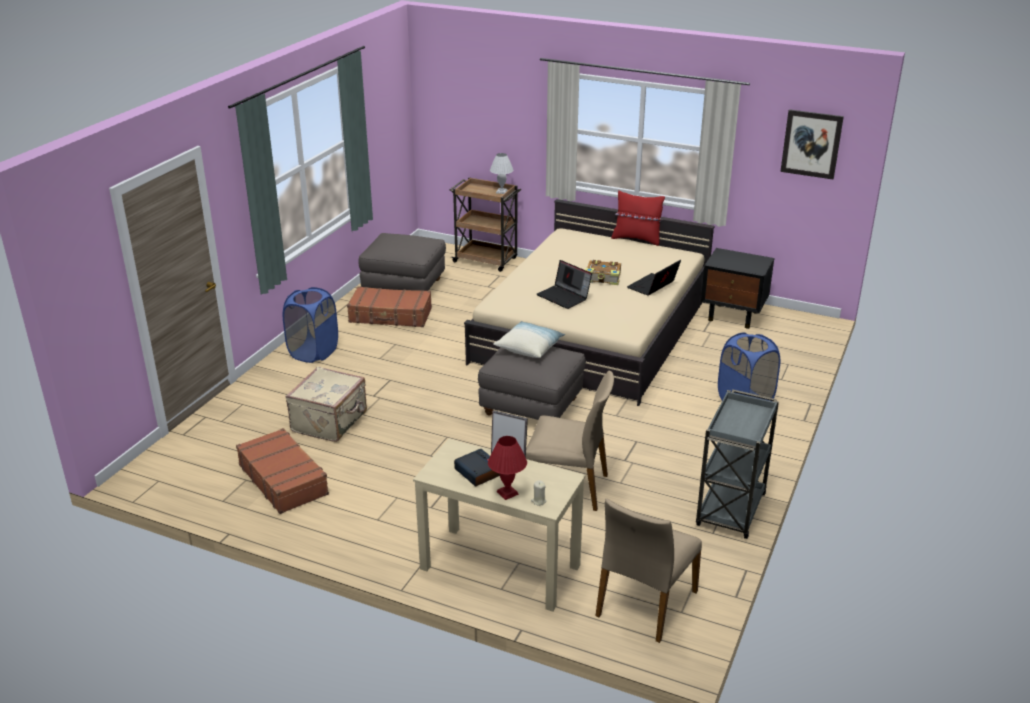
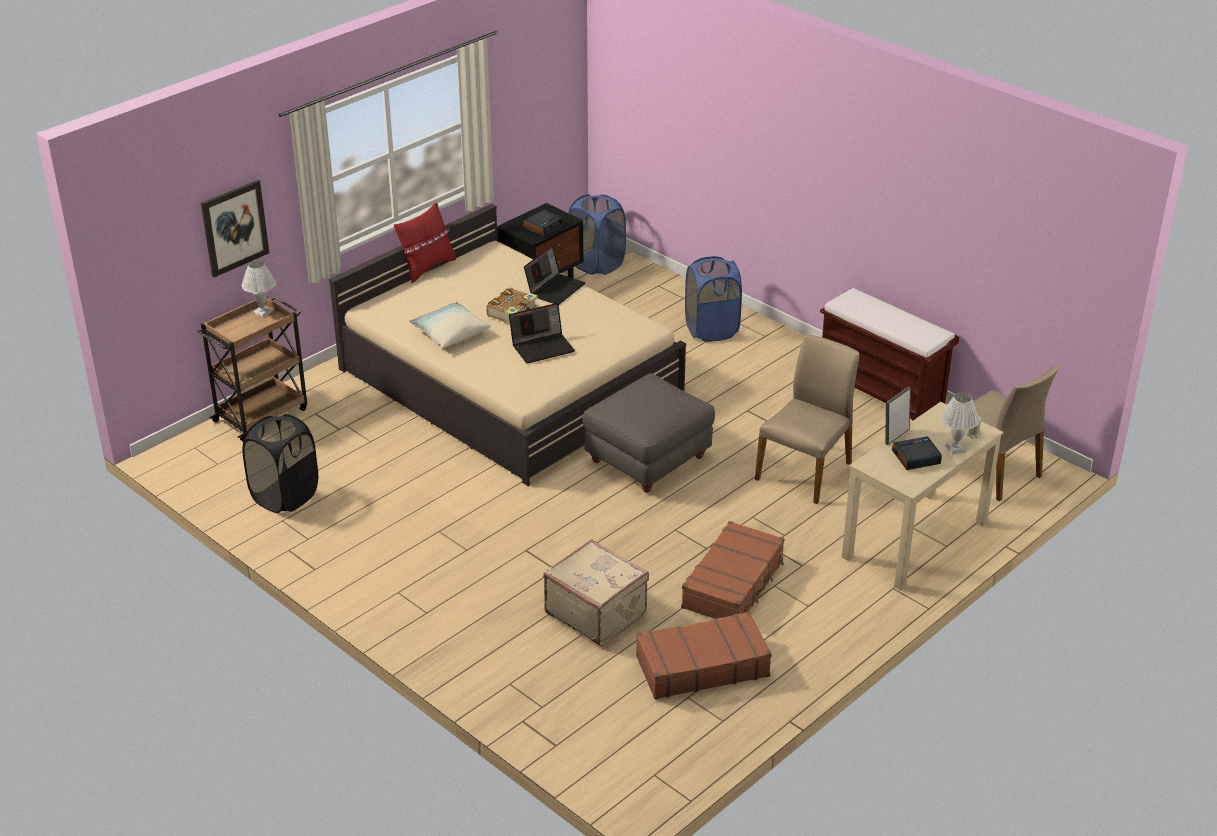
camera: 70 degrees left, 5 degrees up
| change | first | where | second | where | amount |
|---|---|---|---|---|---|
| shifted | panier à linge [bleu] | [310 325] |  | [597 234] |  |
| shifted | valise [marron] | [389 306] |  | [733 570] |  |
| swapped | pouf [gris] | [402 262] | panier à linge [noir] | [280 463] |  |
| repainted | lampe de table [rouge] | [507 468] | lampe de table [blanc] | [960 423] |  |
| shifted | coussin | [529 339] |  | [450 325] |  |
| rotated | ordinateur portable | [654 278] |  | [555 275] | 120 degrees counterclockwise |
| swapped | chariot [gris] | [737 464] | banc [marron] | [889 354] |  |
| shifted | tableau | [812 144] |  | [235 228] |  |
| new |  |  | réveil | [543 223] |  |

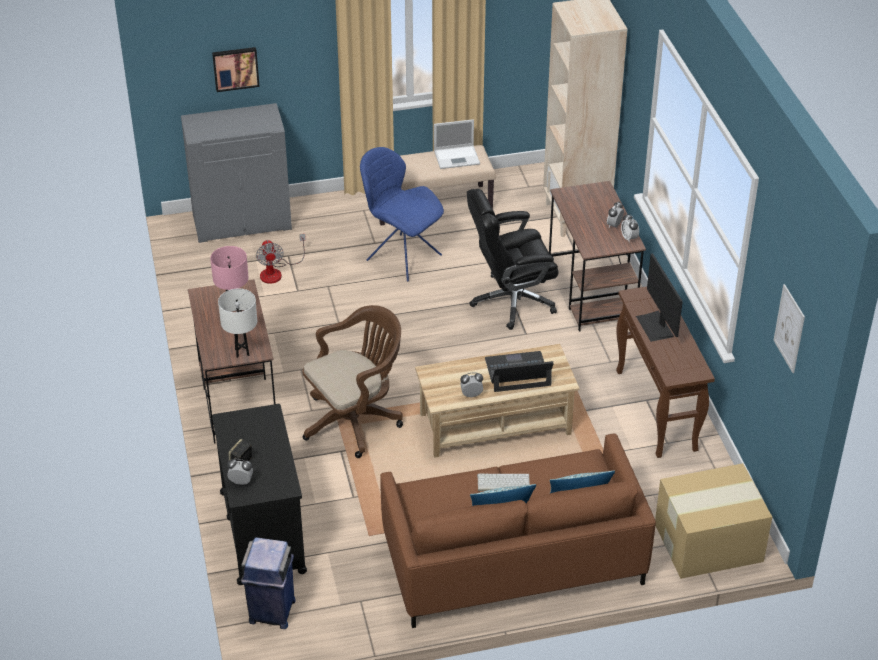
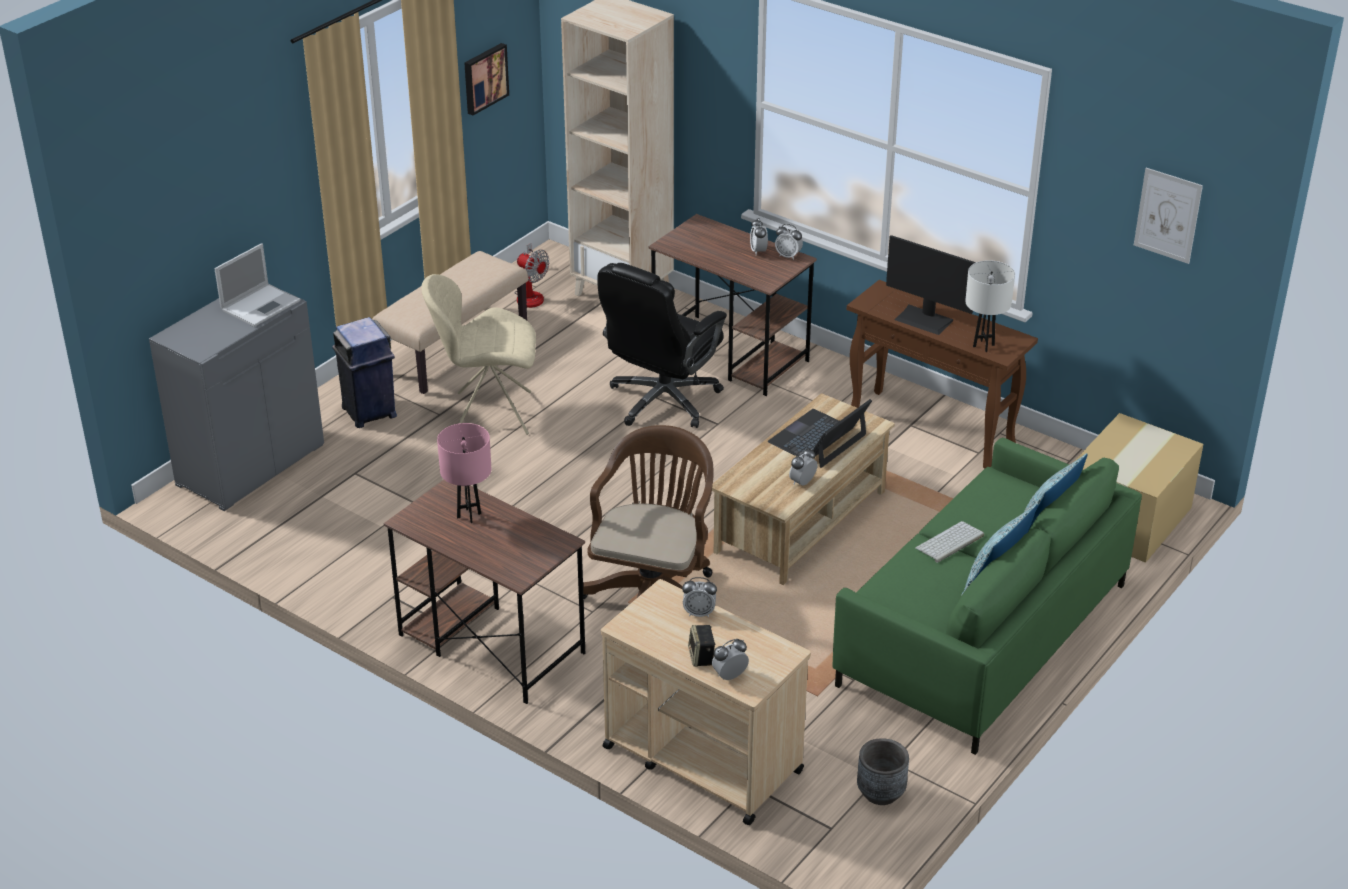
camera: 40 degrees left, 5 degrees down
| change | first | where | second | where | amount |
|---|---|---|---|---|---|
| shifted | tableau | [236 69] |  | [486 79] |  |
| repainted | chariot [noir] | [259 494] | chariot [beige] | [706 702] |  |
| shifted | lampe de table [blanc] | [237 323] |  | [990 306] |  |
| shifted | poubelle [bleu] | [268 583] |  | [364 372] |  |
| shifted | ventilateur | [281 259] |  | [531 275] |  |
| repainted | chaise [bleu] | [402 214] | chaise [beige] | [479 354] |  |
| repainted | canapé [marron] | [518 531] | canapé [vert] | [987 596] |  |
| shifted | ordinateur portable | [457 144] |  | [257 285] |  |
| new |  |  | réveil | [699 597] |  |
| new |  |  | cache-pot [gris] | [883 771] |  |

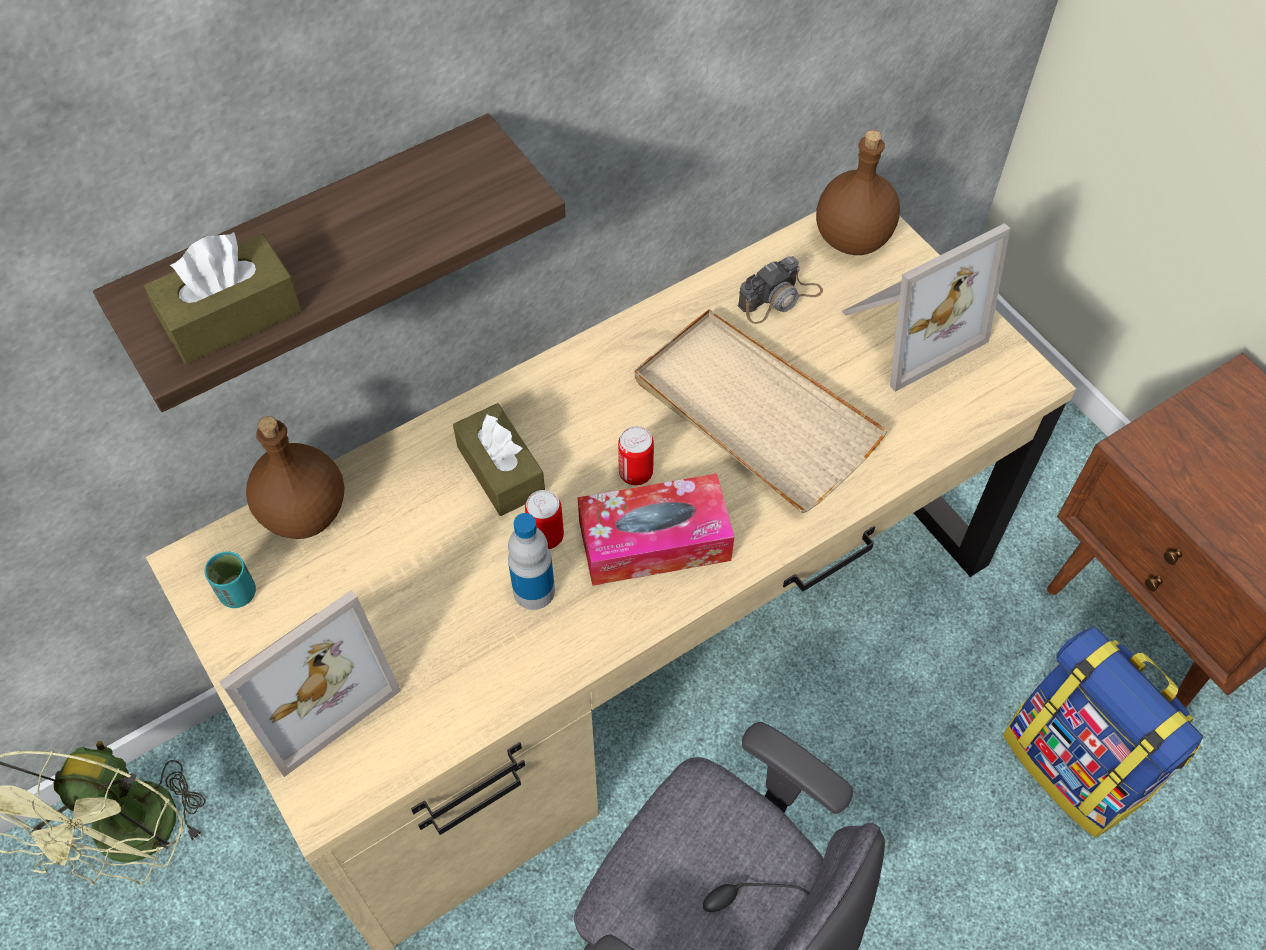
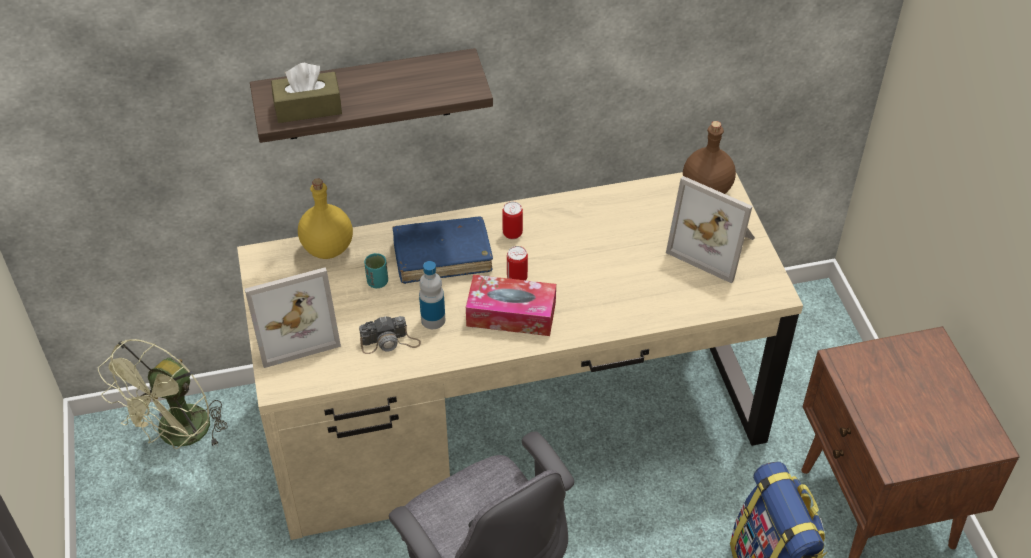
camera: 20 degrees right, 10 degrees down
| change | first | where | second | where | amount |
|---|---|---|---|---|---|
| shifted | tasse [turquoise] | [230 580] |  | [376 270] |  |
| repainted | bouteille [marron] | [295 477] | bouteille [jaune] | [325 219] |  |
| swapped | boîte à mouchoirs [marron] | [499 459] | livre [bleu] | [442 250] |  |
| shifted | boîte métallique | [544 519] |  | [512 220] |  |
| gone | plateau [beige] | [761 411] |  |  |  |
| shifted | appareil photo | [780 290] |  | [390 335] |  |
| rotated | cadre photo | [926 307] |  | [710 229] | 45 degrees clockwise |

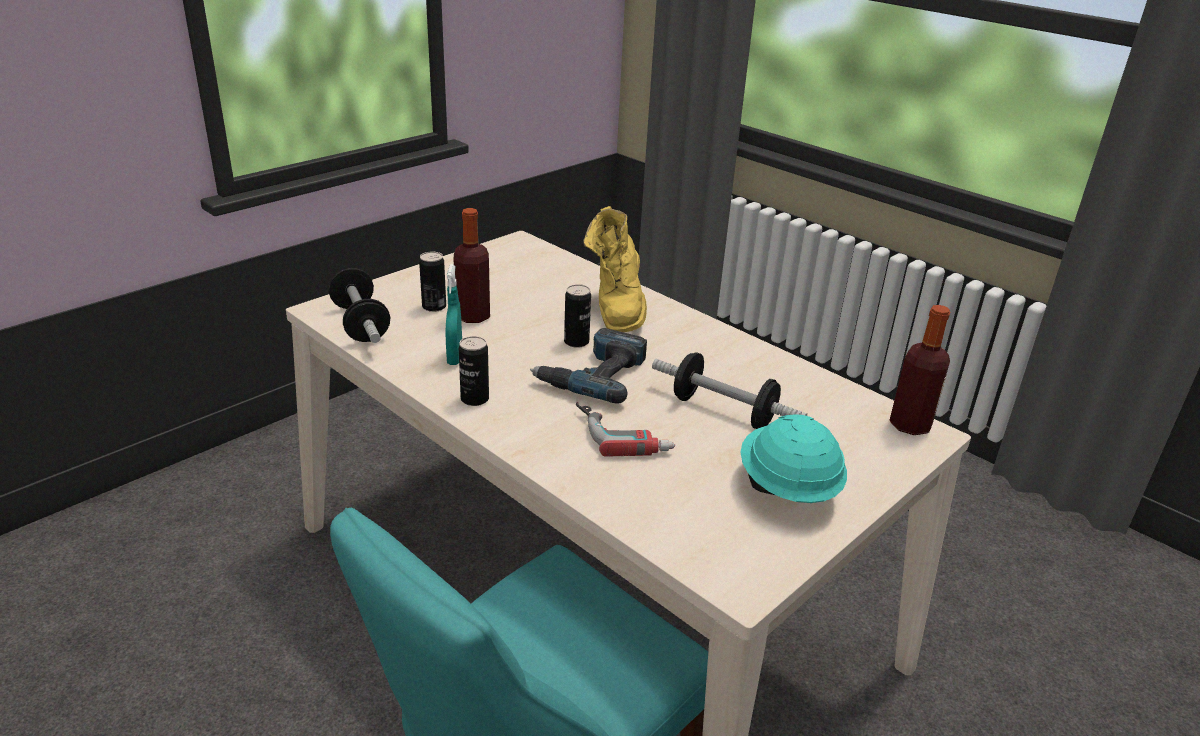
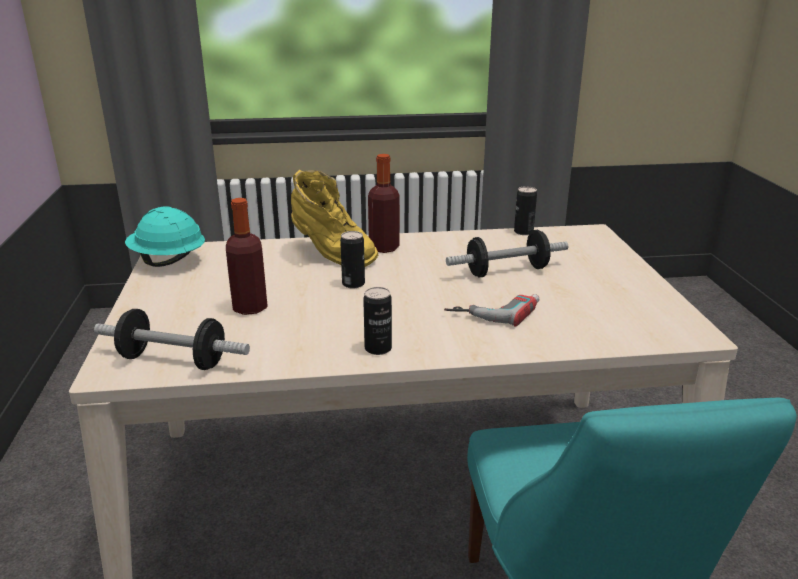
camera: 50 degrees left, 5 degrees down
| change | first | where | second | where | amount |
|---|---|---|---|---|---|
| shifted | boîte métallique | [432 282] |  | [525 210] |  |
| gone | vaporisateur [turquoise] | [453 314] |  |  |  |
| gone | perceuse | [588 366] |  |  |  |
| shifted | casque de chantier [turquoise] | [794 458] |  | [165 236] |  |
| shifted | bouteille | [920 370] |  | [384 203] |  |

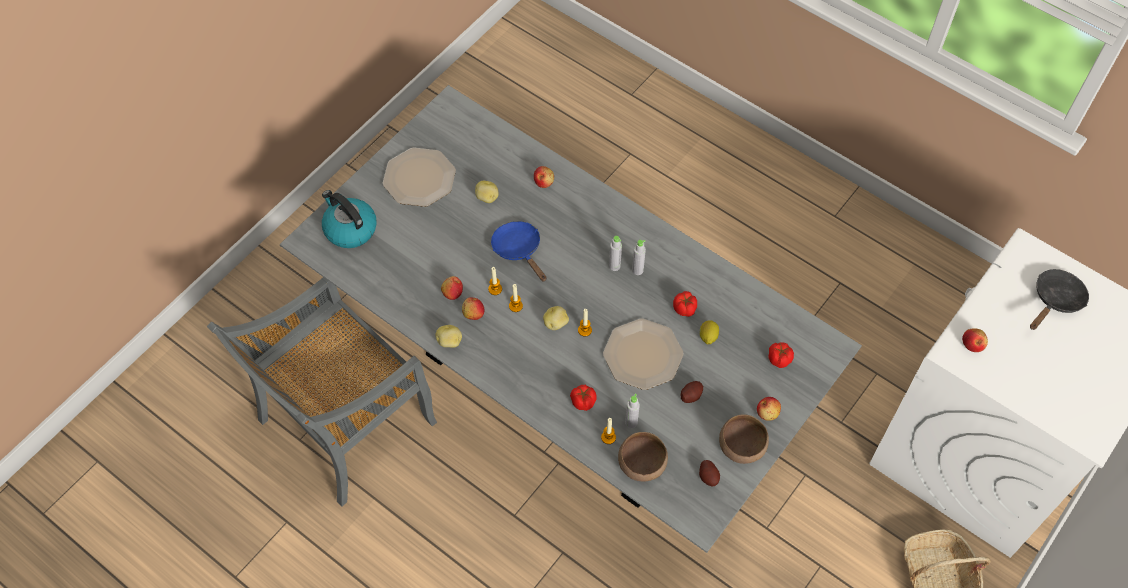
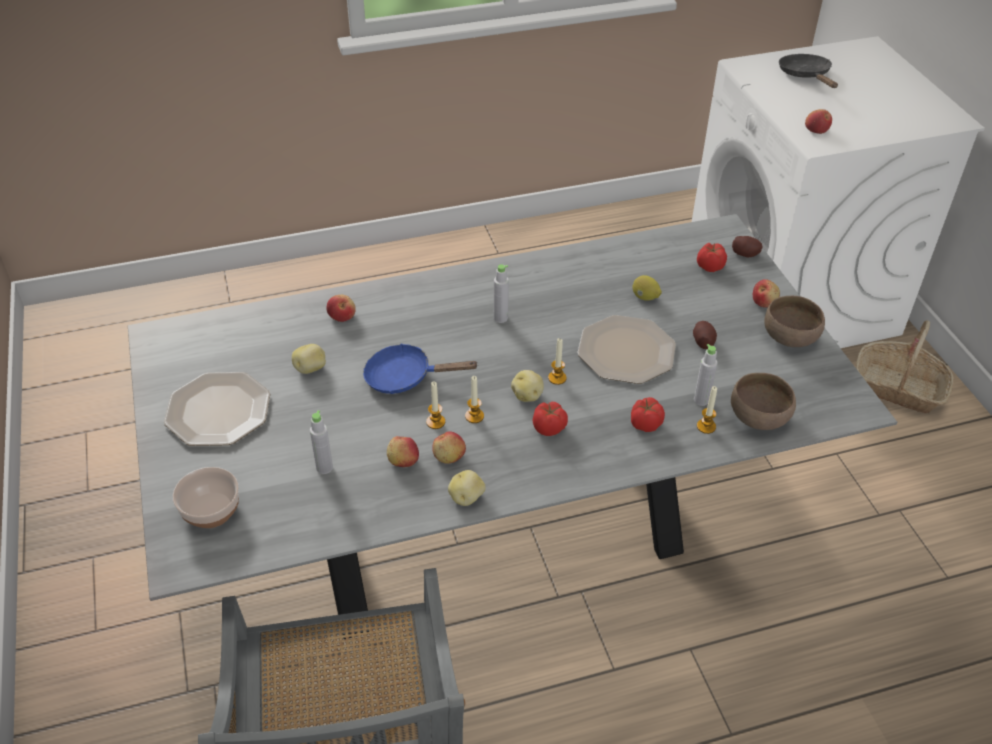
camera: 55 degrees left, 15 degrees down
| change | first | where | second | where | amount |
|---|---|---|---|---|---|
| swapped | bouilloire | [349 219] | bol | [206 497] |  |
| shifted | bouteille [gris] | [639 257] |  | [321 442] |  |
| shifted | tomate | [685 304] |  | [550 419] |  |
| shifted | pomme de terre | [709 473] |  | [747 246] |  |

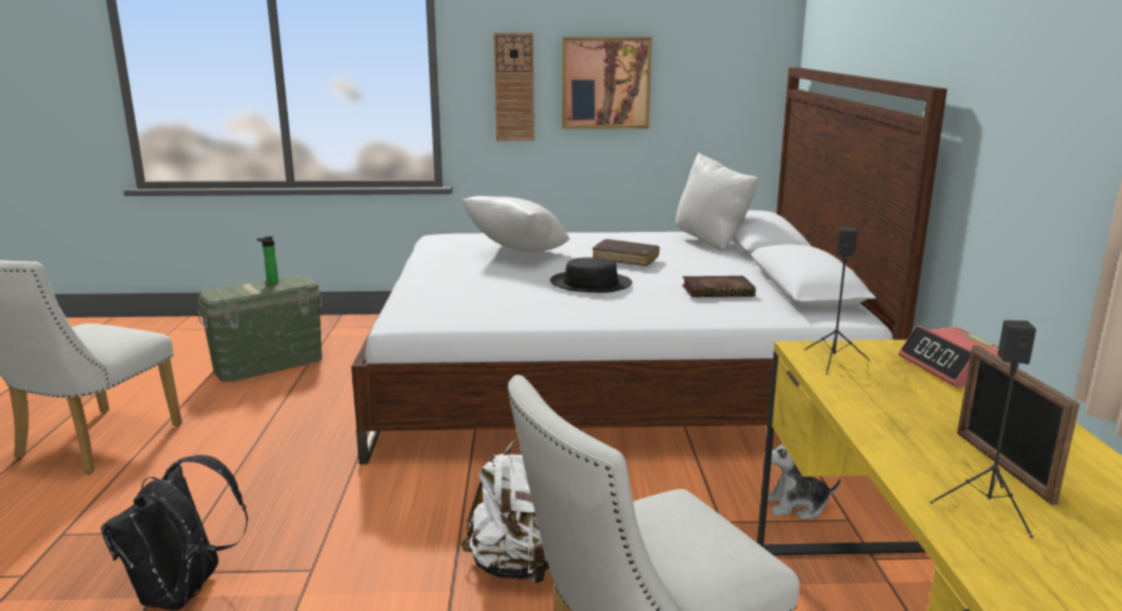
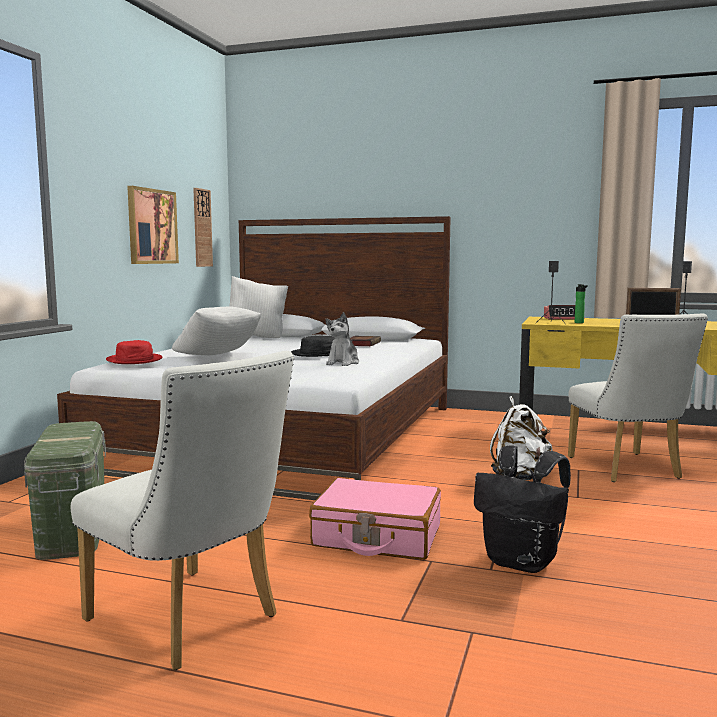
camera: 70 degrees left, 10 degrees down
| change | first | where | second | where | amount |
|---|---|---|---|---|---|
| shifted | bouteille | [268 260] |  | [581 303] |  |
| shifted | horloge murale | [514 87] |  | [203 227] |  |
| gone | livre [marron] | [626 252] |  |  |  |
| shifted | peluche | [804 481] |  | [342 339] |  |
| new |  |  | chapeau [rouge] | [134 352] |  |
| new |  |  | valise [rose] | [375 519] |  |

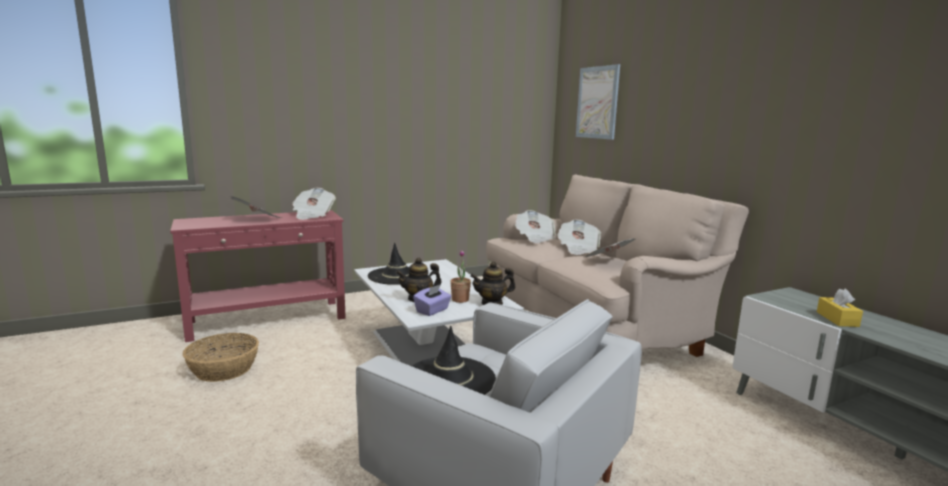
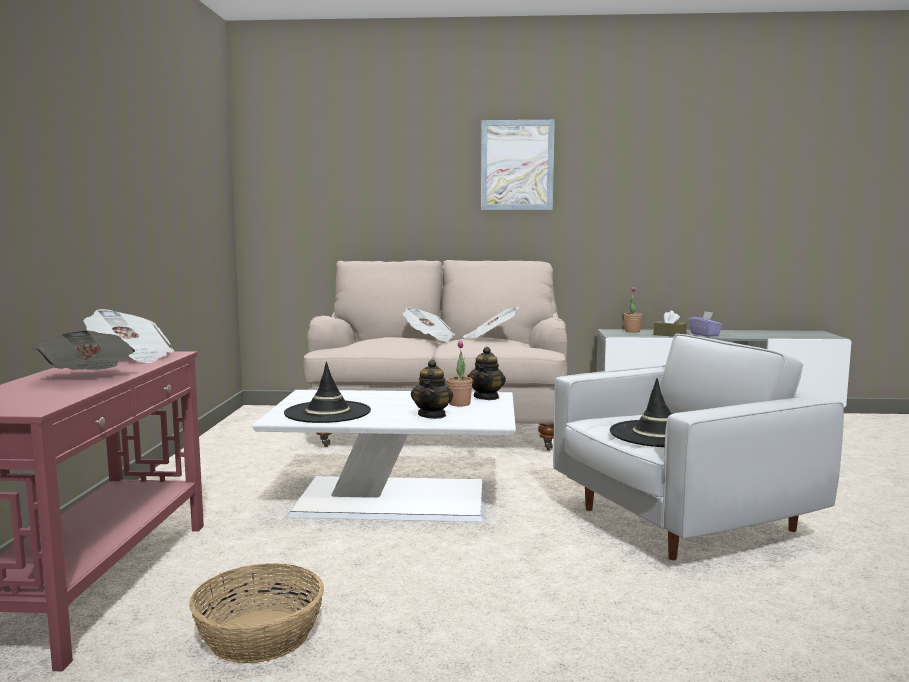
camera: 60 degrees left, 5 degrees down
| change | first | where | second | where | amount |
|---|---|---|---|---|---|
| shifted | boîte à mouchoirs [violet] | [432 300] |  | [706 324] |  |
| gone | journal | [535 226] |  |  |  |
| shifted | tableau | [598 102] |  | [518 165] |  |
| repainted | boîte à mouchoirs [jaune] | [840 307] | boîte à mouchoirs [marron] | [670 324] |  |
| new |  |  | plante en pot | [633 310] |  |

